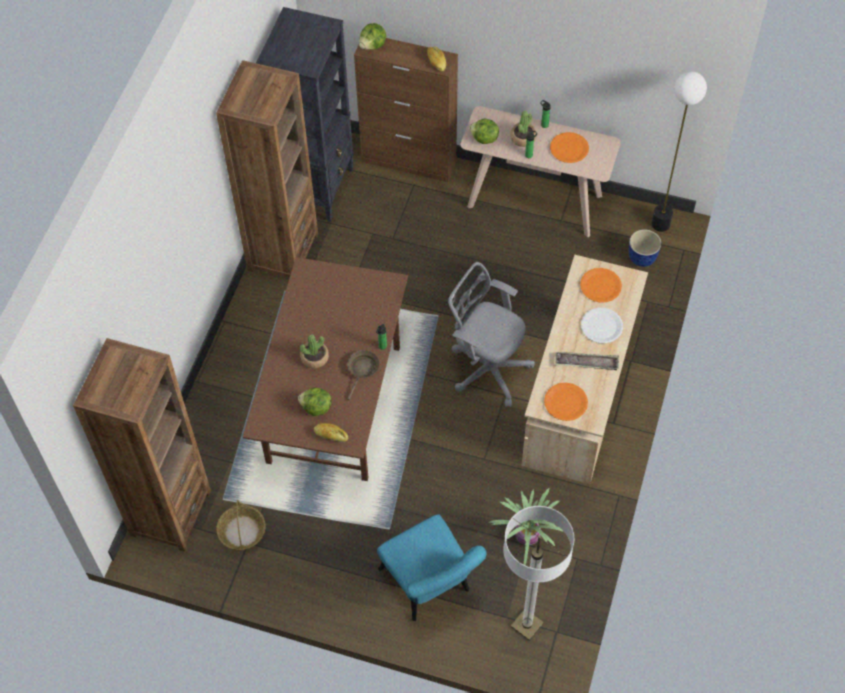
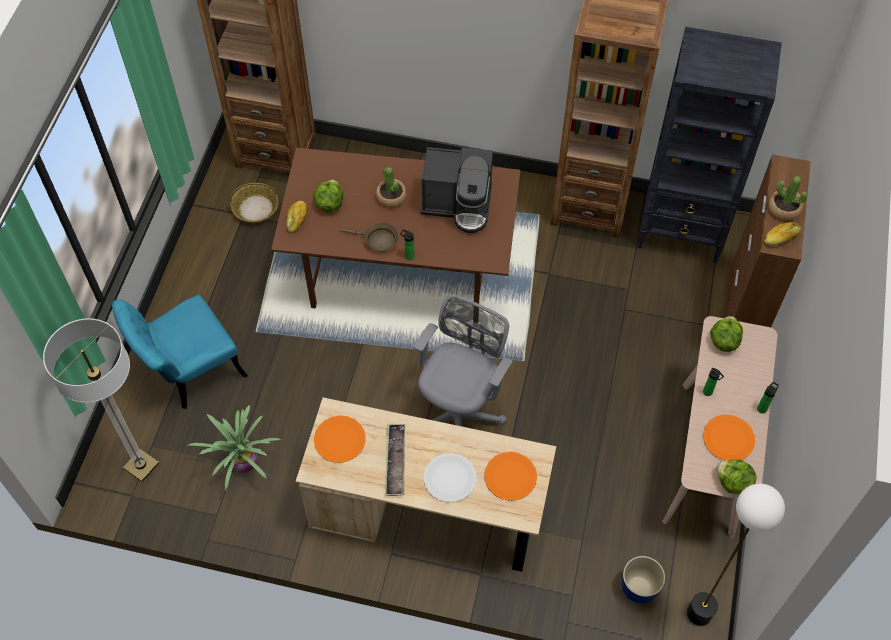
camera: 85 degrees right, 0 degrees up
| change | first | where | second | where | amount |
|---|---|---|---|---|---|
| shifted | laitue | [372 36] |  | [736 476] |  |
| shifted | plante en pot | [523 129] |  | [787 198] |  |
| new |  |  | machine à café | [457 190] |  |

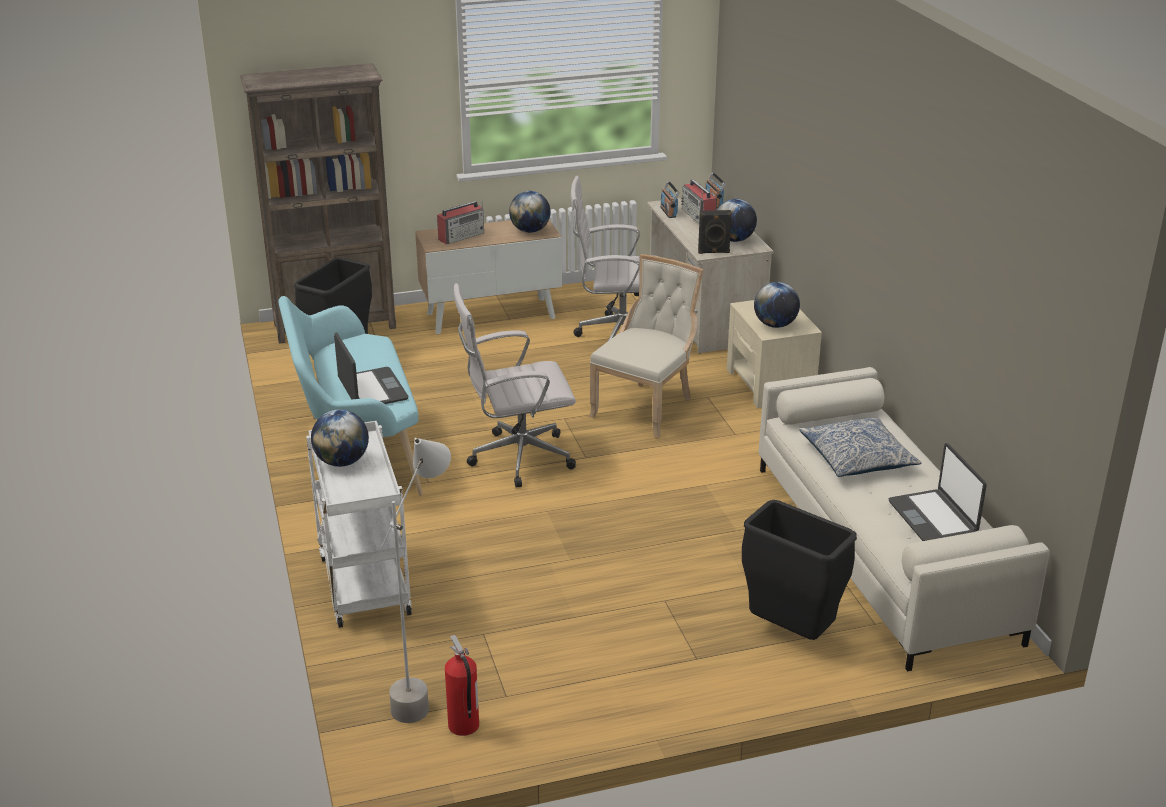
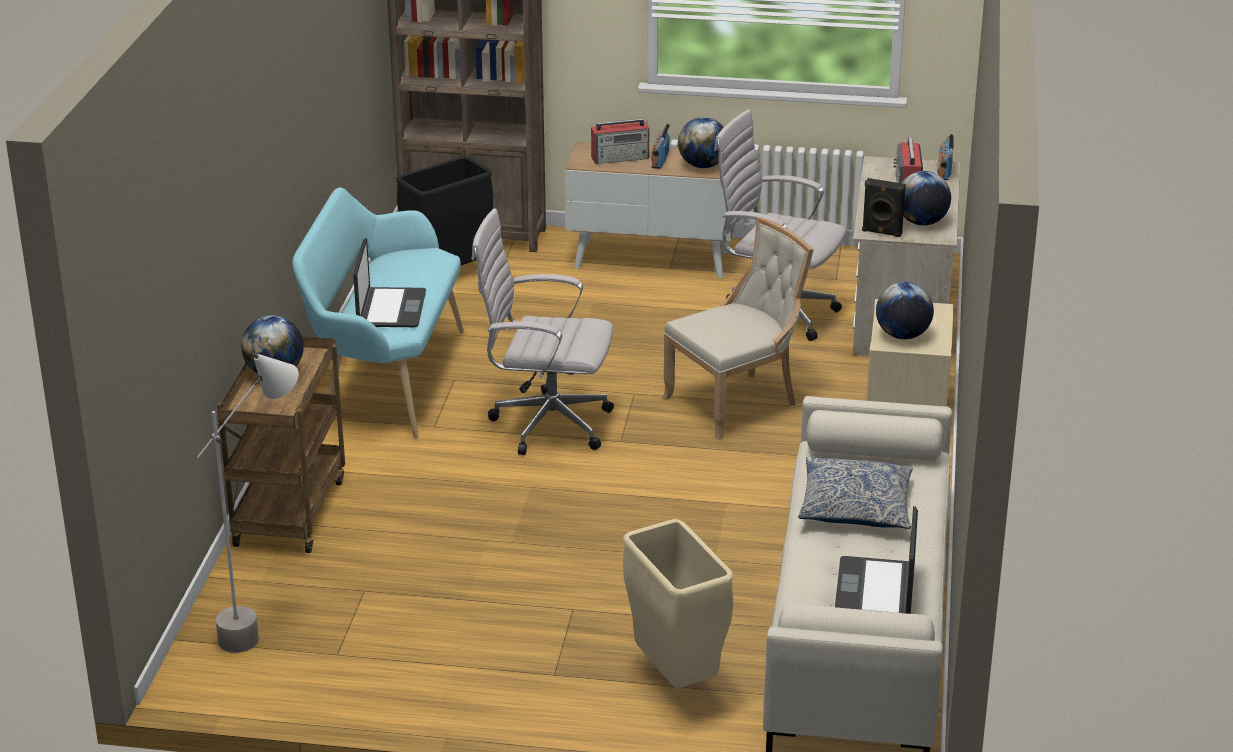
camera: 25 degrees right, 0 degrees up
| change | first | where | second | where | amount |
|---|---|---|---|---|---|
| repainted | chariot [blanc] | [359 524] | chariot [marron] | [281 444] |  |
| gone | extincteur | [462 685] |  |  |  |
| shifted | radio | [669 199] |  | [660 146] |  |
| repainted | poubelle [noir] | [799 570] | poubelle [beige] | [678 603] |  |

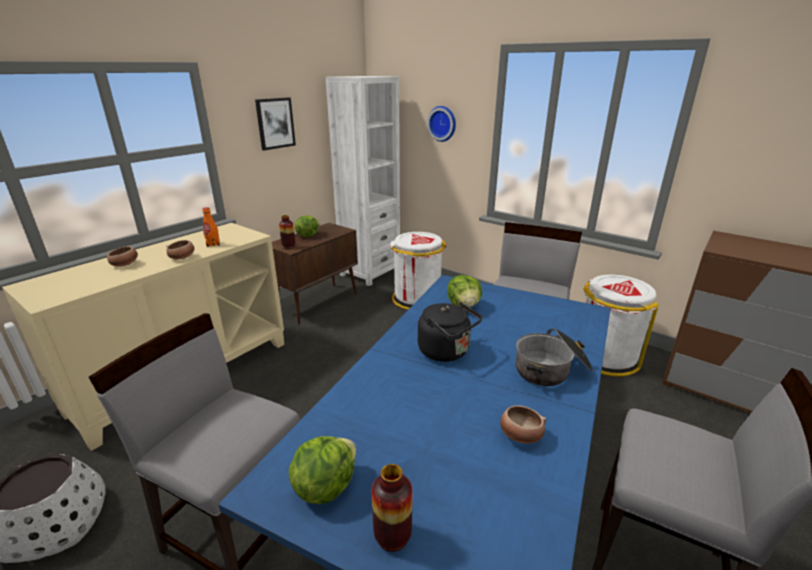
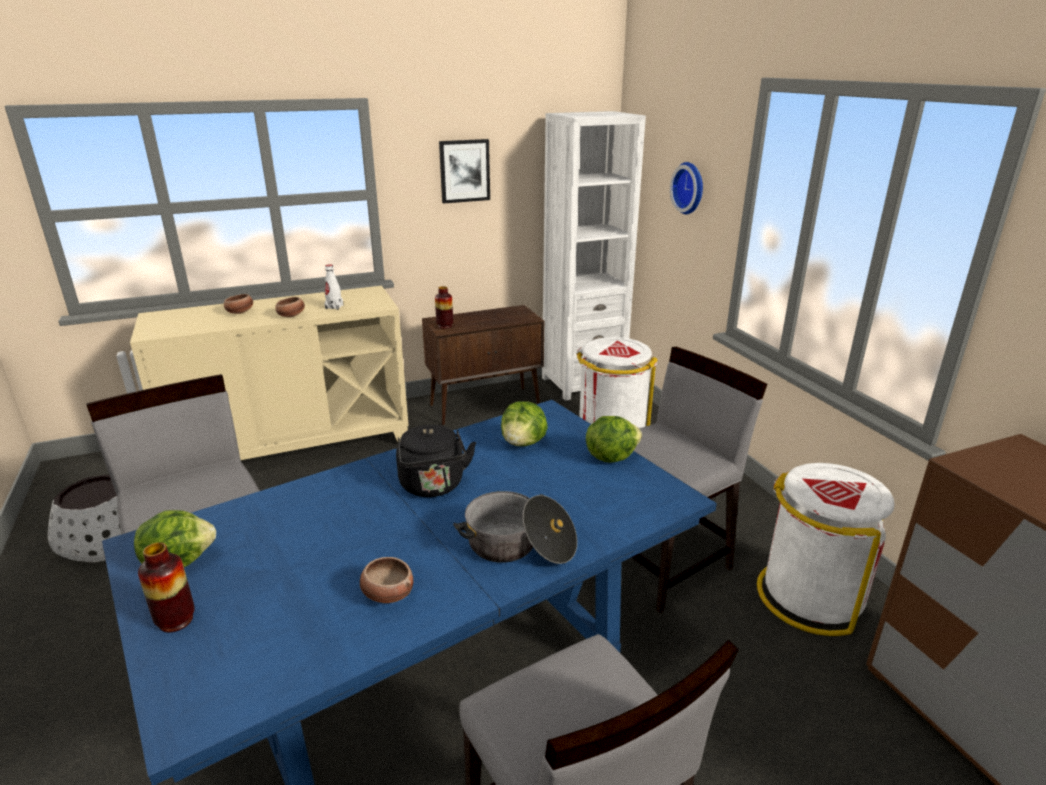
camera: 30 degrees right, 0 degrees up
| change | first | where | second | where | amount |
|---|---|---|---|---|---|
| repainted | bouteille [orange] | [211 227] | bouteille [blanc] | [334 287] |  |
| shifted | laitue | [307 226] |  | [614 439] |  |

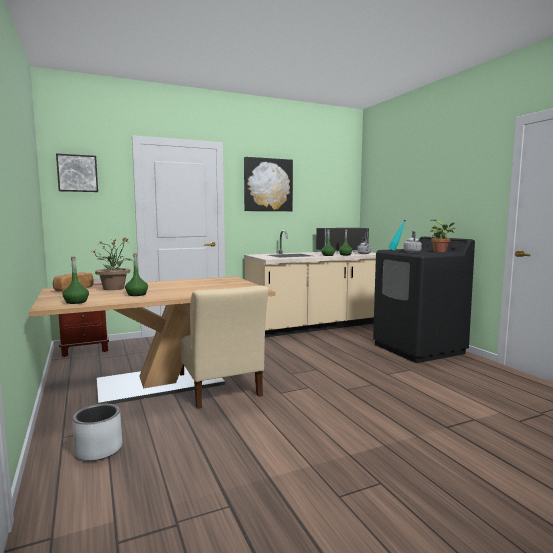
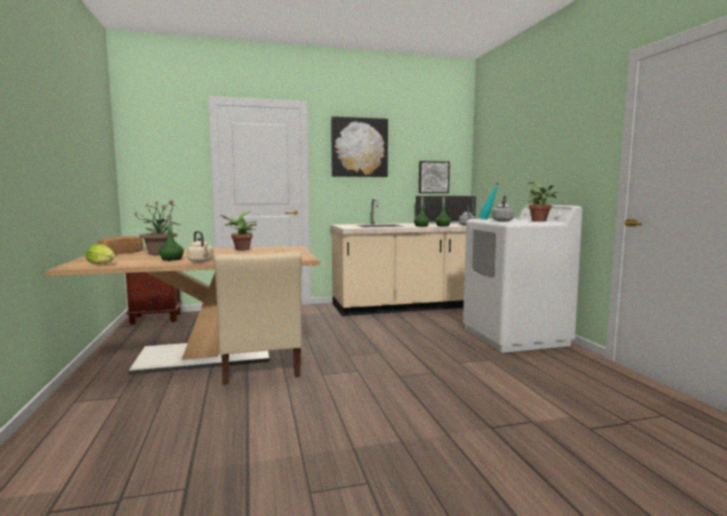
camera: 10 degrees right, 0 degrees up
| change | first | where | second | where | amount |
|---|---|---|---|---|---|
| shifted | tableau | [77 173] |  | [434 177] |  |
| swapped | bouteille [vert] | [75 280] | laitue | [100 254] |  |
| gone | cache-pot [gris] | [97 432] |  |  |  |
| repainted | lave-linge [noir] | [424 300] | lave-linge [blanc] | [522 278] |  |
| new |  |  | bouilloire [beige] | [200 246] |  |
| new |  |  | plante en pot | [238 231] |  |

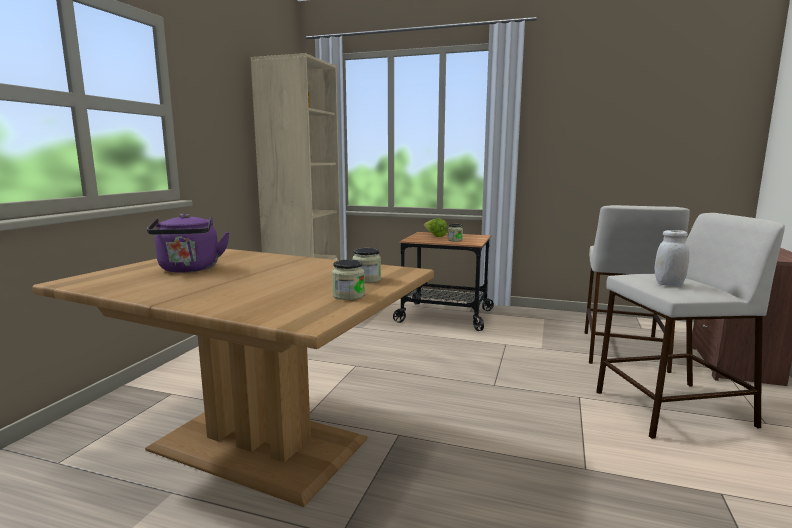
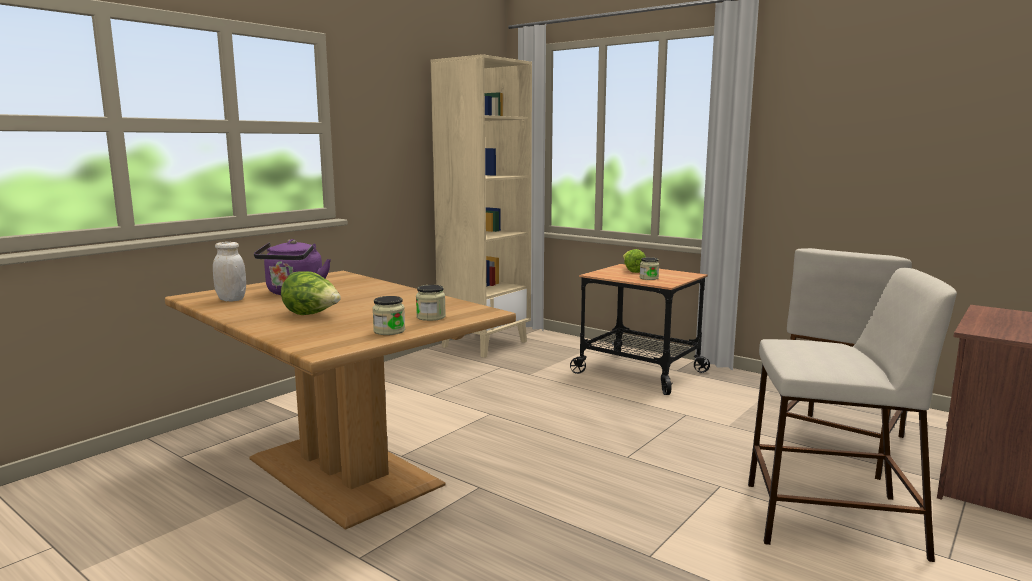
camera: 20 degrees right, 0 degrees up
| change | first | where | second | where | amount |
|---|---|---|---|---|---|
| shifted | bocal [blanc] | [671 258] |  | [229 271] |  |
| new |  |  | laitue | [311 293] |  |

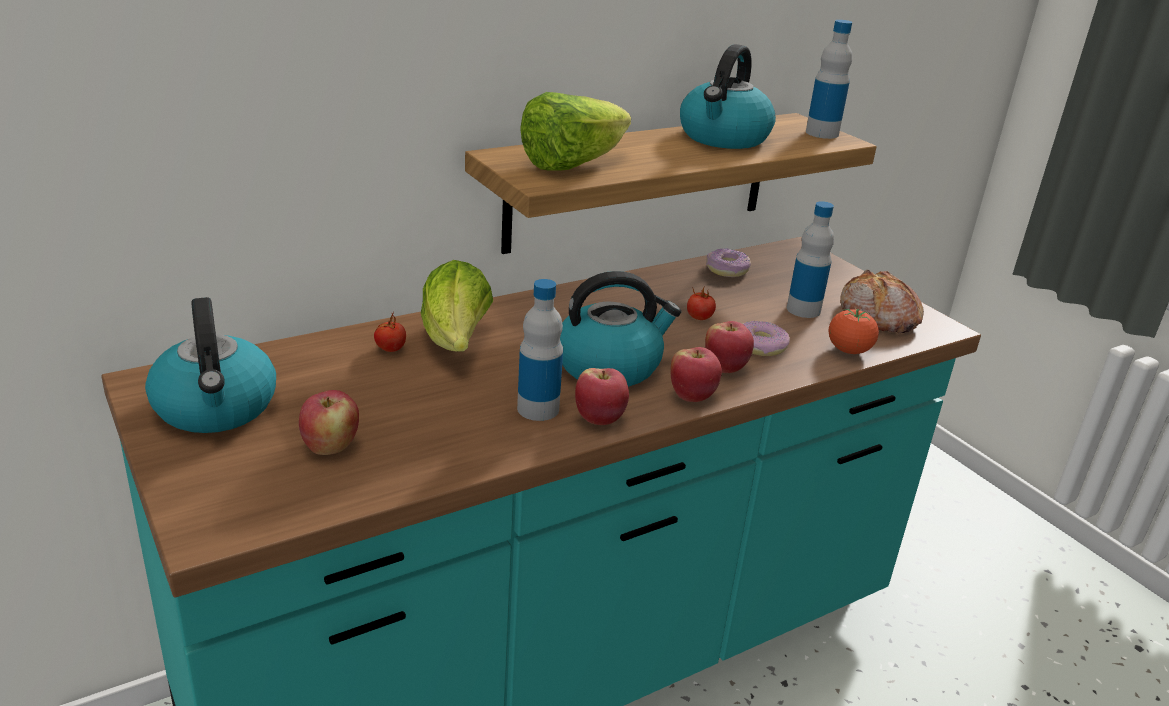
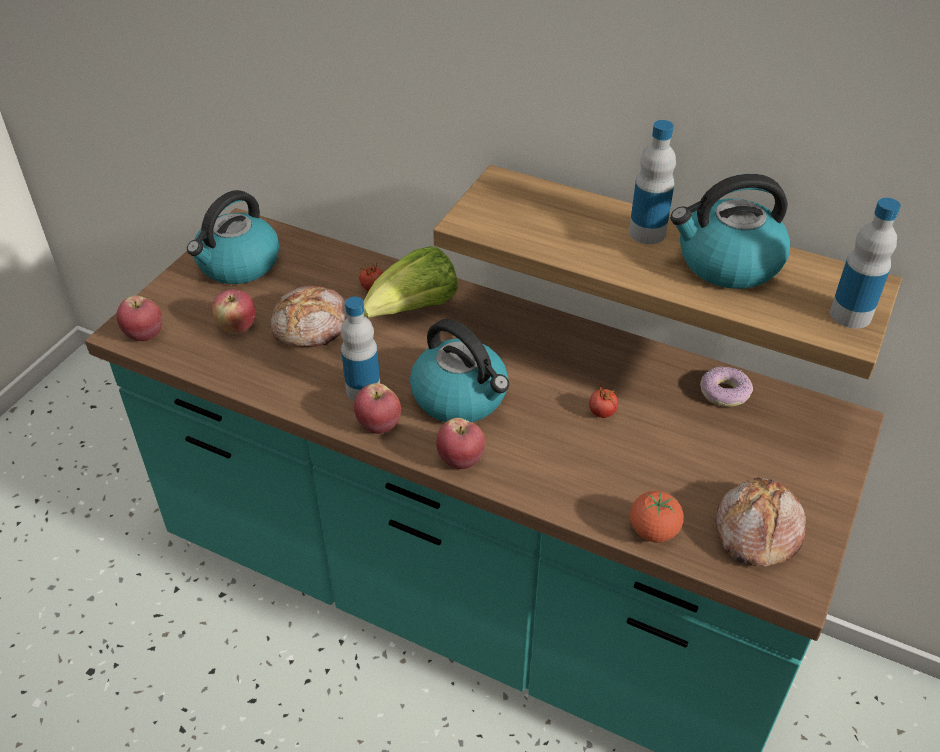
camera: 60 degrees right, 15 degrees up
| change | first | where | second | where | amount |
|---|---|---|---|---|---|
| gone | laitue | [575 131] |  |  |  |
| shifted | pomme | [729 347] |  | [139 318] |  |
| gone | beignet | [766 338] |  |  |  |
| shifted | bouteille | [810 259] |  | [652 182] |  |
| new |  |  | pain | [309 316] |  |

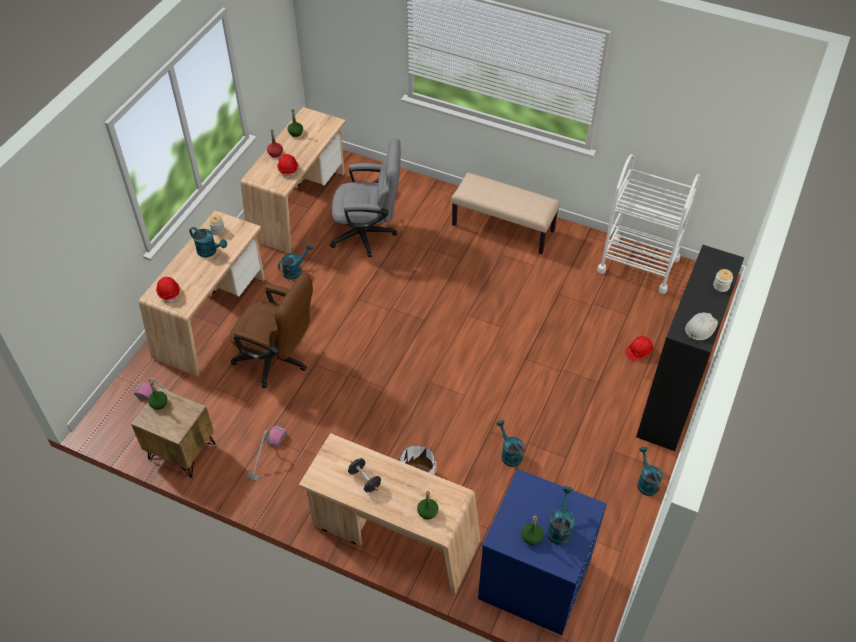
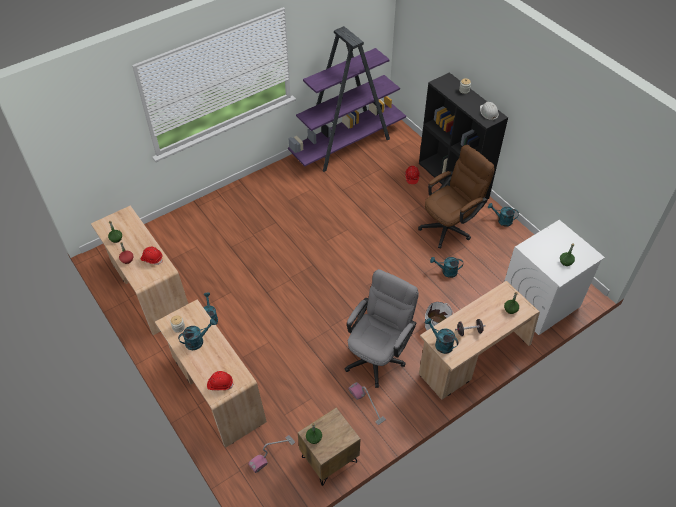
camera: 60 degrees left, 0 degrees up
| change | first | where | second | where | amount |
|---|---|---|---|---|---|
| shifted | chaise de bureau [marron] | [271 330] |  | [456 196] |  |
| shifted | chaise de bureau [gris] | [365 197] |  | [382 328] |  |
| gone | banc [beige] | [505 213] |  |  |  |
| repainted | lave-linge [bleu] | [542 552] | lave-linge [blanc] | [554 277] |  |
| shifted | arrosoir [turquoise] | [561 515] |  | [441 336] |  |
| swapped | chariot [blanc] | [649 224] | bibliothèque [violet] | [347 99] |  |

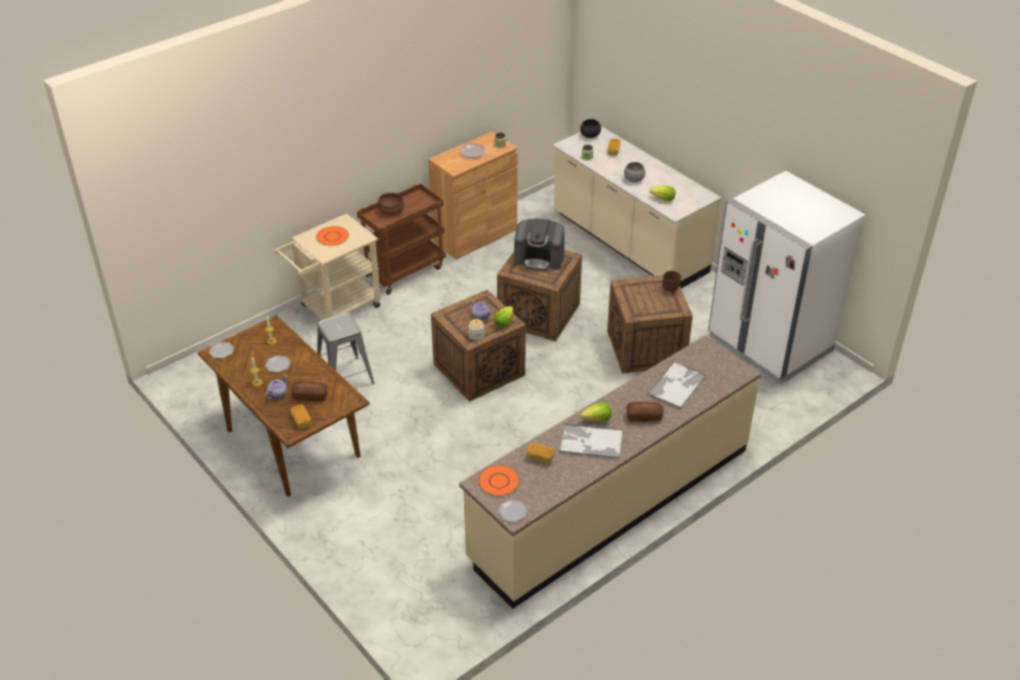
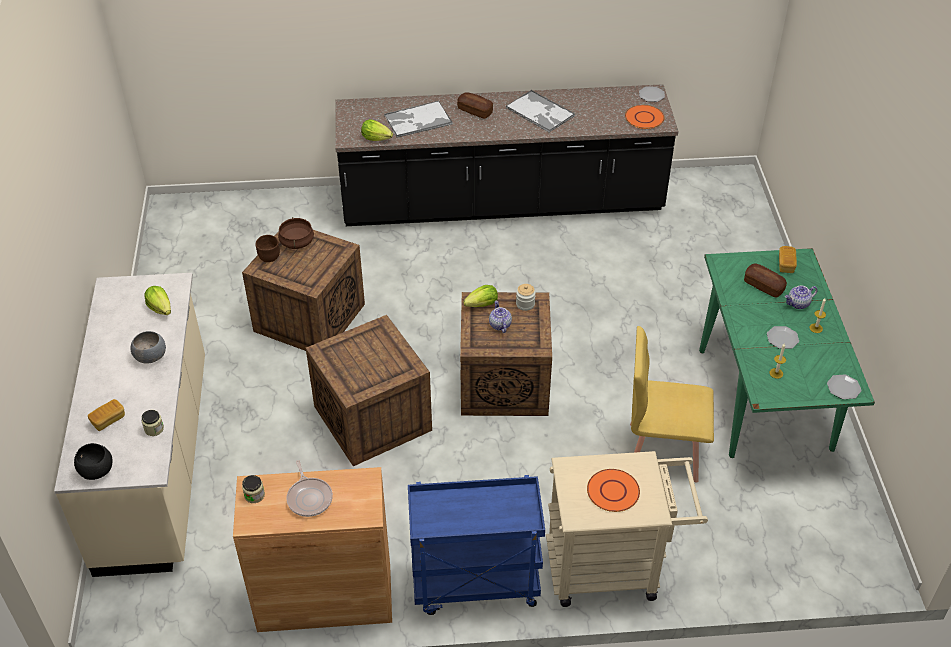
camera: 145 degrees left, 5 degrees up
| change | first | where | second | where | amount |
|---|---|---|---|---|---|
| repainted | table à manger [marron] | [283 406] | table à manger [vert] | [787 353] |  |
| swapped | tabouret [gris] | [346 348] | chaise [jaune] | [672 404] |  |
| repainted | chariot [marron] | [401 239] | chariot [bleu] | [476 545] |  |
| shifted | marmite [marron] | [391 203] |  | [296 233] |  |
| repainted | comptoir de cuisine [beige] | [610 472] | comptoir de cuisine [noir] | [507 155] |  |
| gone | machine à café | [539 244] |  |  |  |
| gone | pain | [541 453] |  |  |  |
| shifted | laitue | [596 412] |  | [377 130] |  |
| gone | réfrigérateur [blanc] | [786 277] |  |  |  |

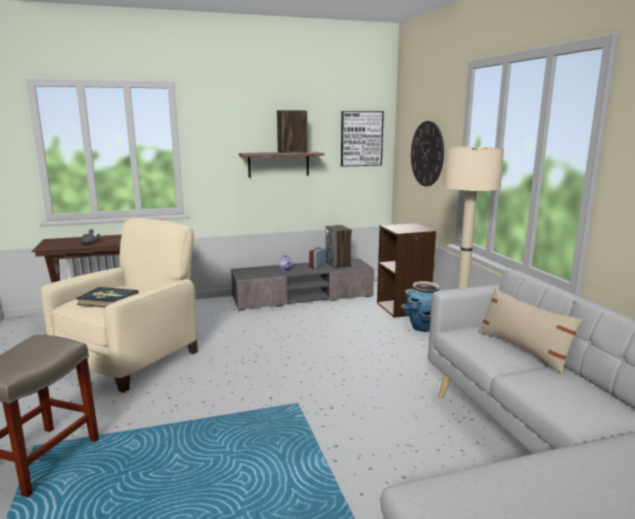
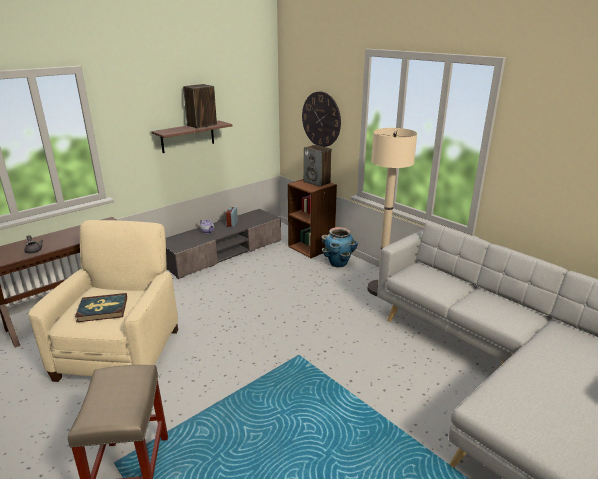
camera: 25 degrees left, 10 degrees up
| change | first | where | second | where | amount |
|---|---|---|---|---|---|
| shifted | enceinte | [339 247] |  | [318 166] |  |
| gone | tableau | [362 139] |  |  |  |
| gone | coussin [beige] | [531 330] |  |  |  |

